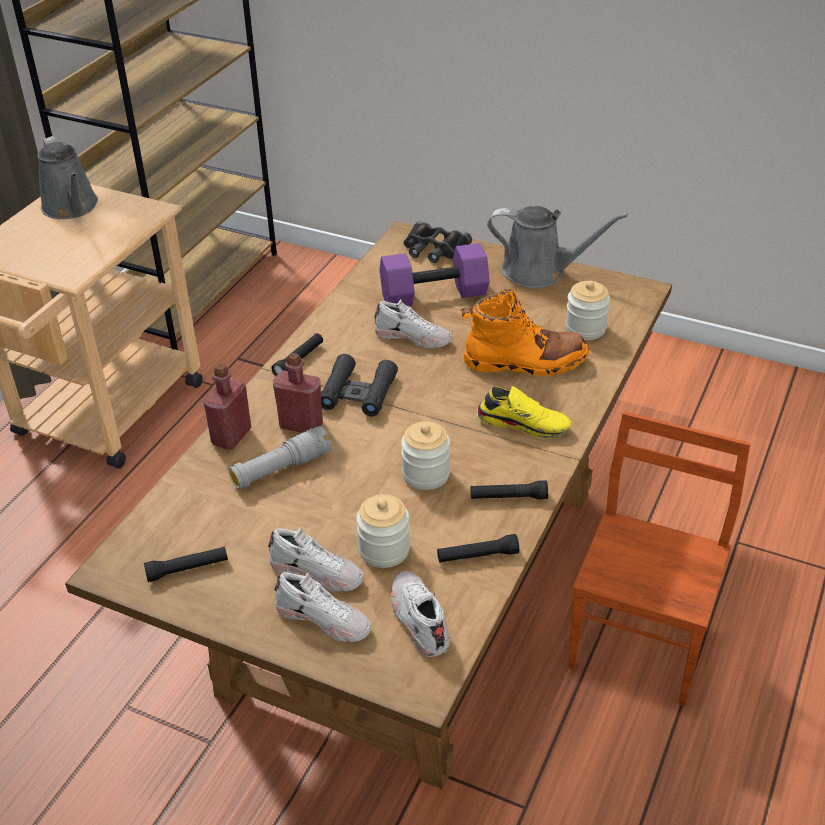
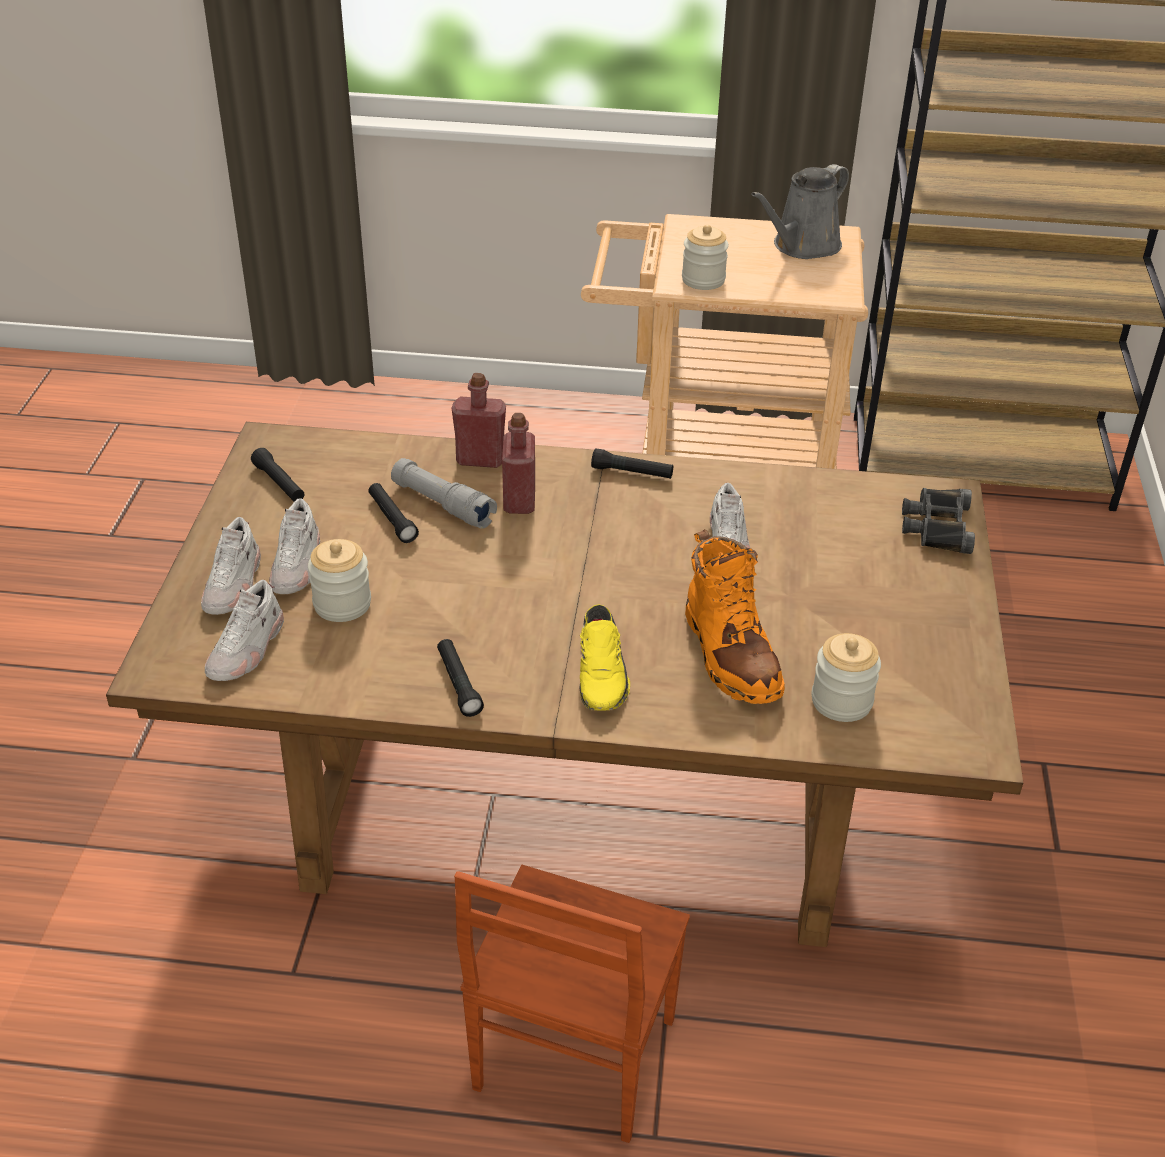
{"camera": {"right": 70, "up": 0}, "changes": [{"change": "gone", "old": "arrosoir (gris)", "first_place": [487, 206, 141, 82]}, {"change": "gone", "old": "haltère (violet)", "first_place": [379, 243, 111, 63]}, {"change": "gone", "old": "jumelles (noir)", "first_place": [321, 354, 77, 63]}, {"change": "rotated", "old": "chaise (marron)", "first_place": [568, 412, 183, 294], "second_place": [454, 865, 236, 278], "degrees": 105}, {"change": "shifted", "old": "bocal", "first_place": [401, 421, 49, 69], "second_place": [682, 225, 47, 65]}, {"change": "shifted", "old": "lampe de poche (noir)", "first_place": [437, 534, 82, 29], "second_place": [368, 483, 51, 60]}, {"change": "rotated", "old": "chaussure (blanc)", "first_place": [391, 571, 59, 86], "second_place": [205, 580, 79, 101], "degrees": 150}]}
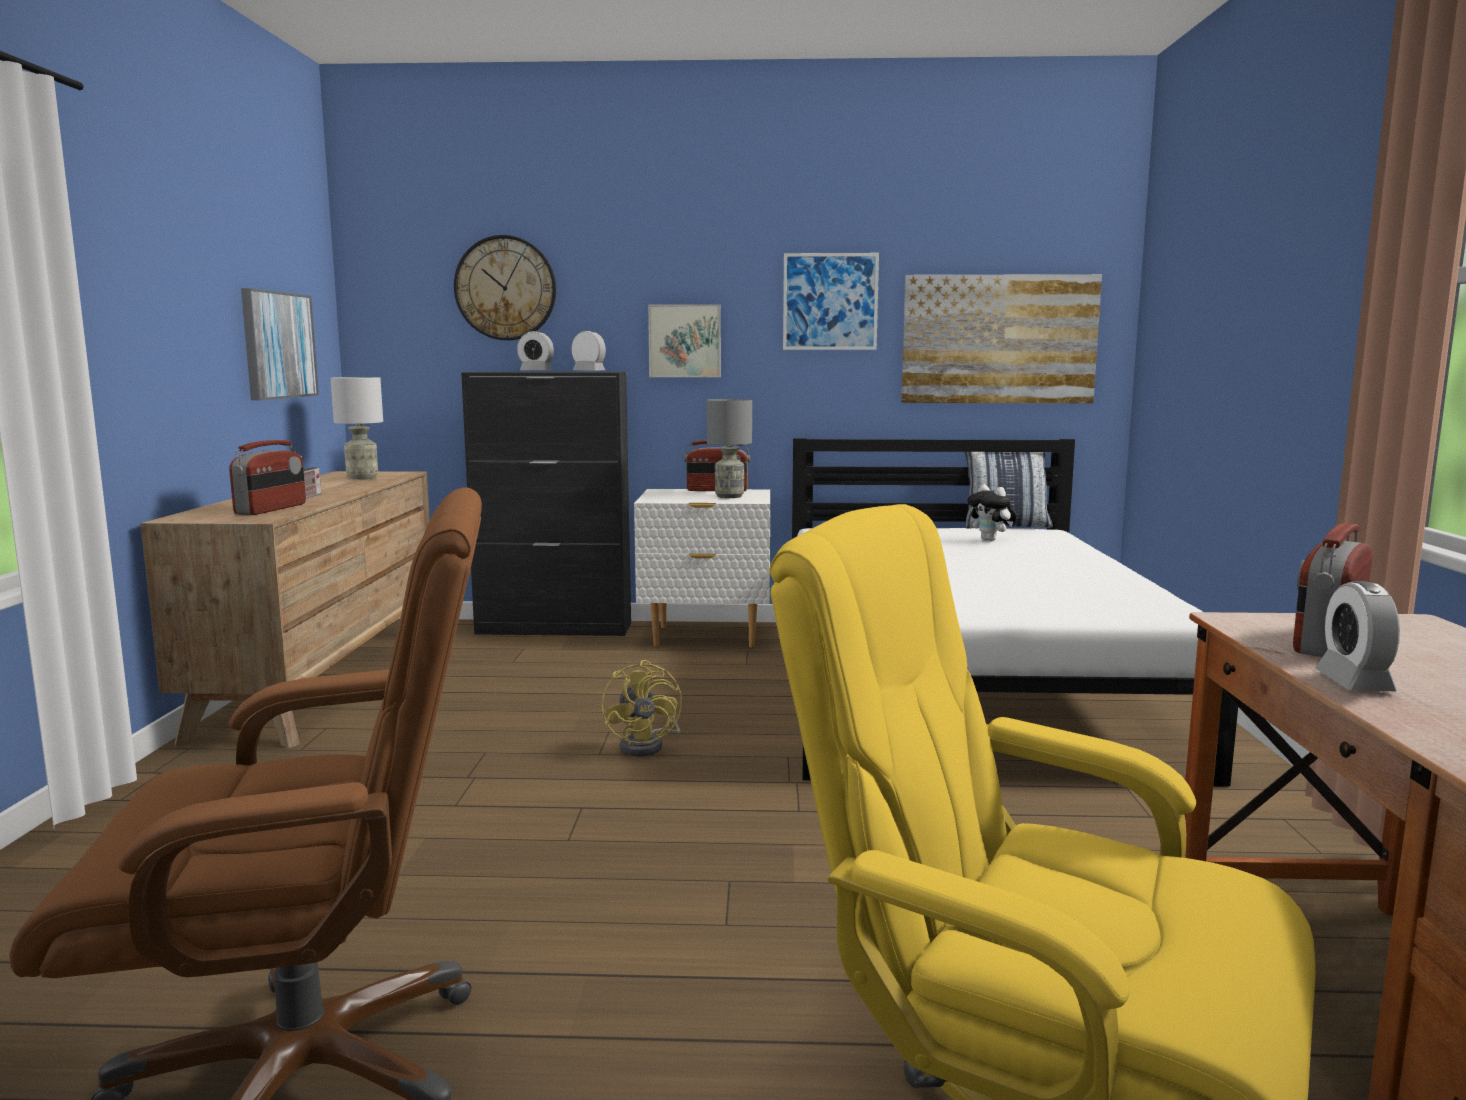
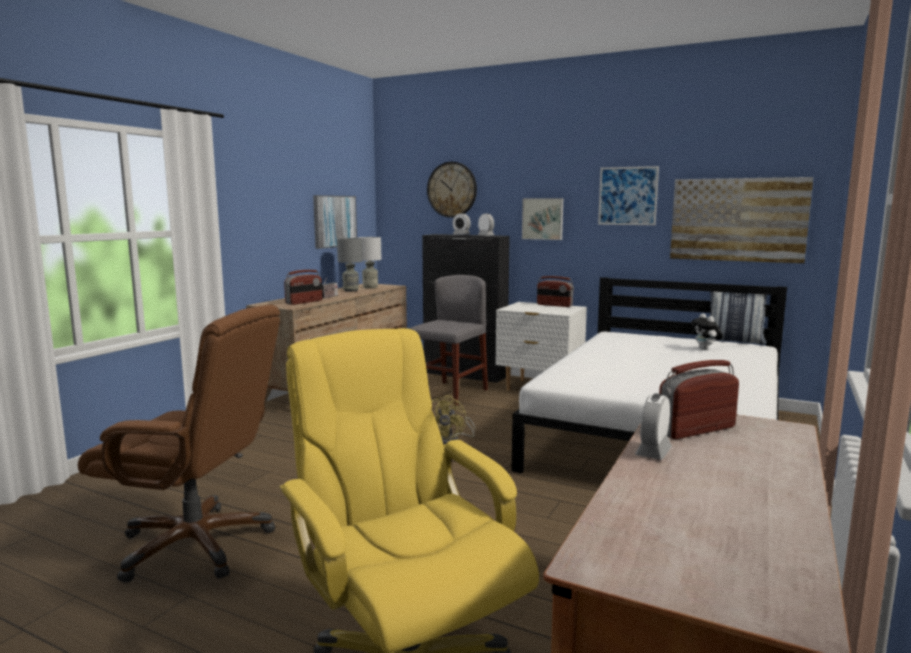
{"camera": {"right": 25, "up": 0}, "changes": [{"change": "shifted", "old": "lampe de table (gris)", "first_place": [707, 399, 45, 99], "second_place": [337, 238, 25, 54]}, {"change": "new", "new": "chaise (gris)", "second_place": [409, 275, 79, 131]}]}
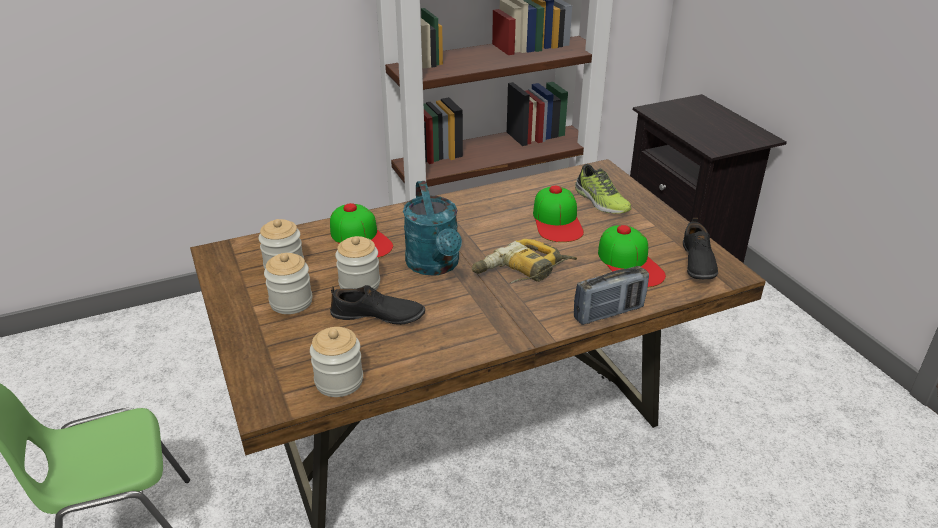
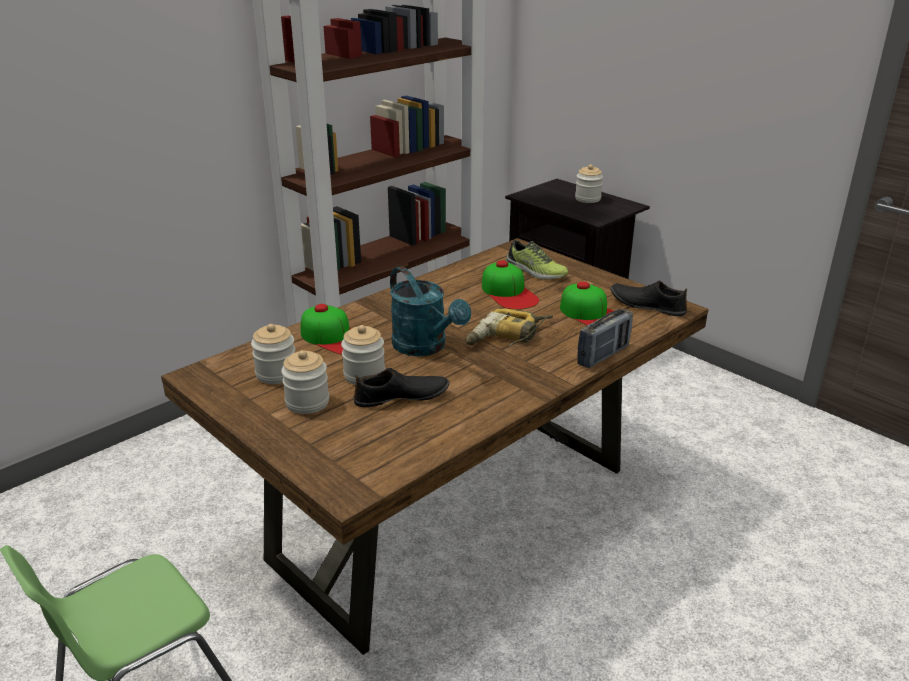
{"camera": {"right": -20, "up": -5}, "changes": [{"change": "rotated", "old": "chaussure (noir)", "first_place": [683, 218, 35, 61], "second_place": [611, 281, 76, 35], "degrees": 135}, {"change": "shifted", "old": "bocal", "first_place": [310, 327, 53, 70], "second_place": [575, 164, 28, 39]}]}
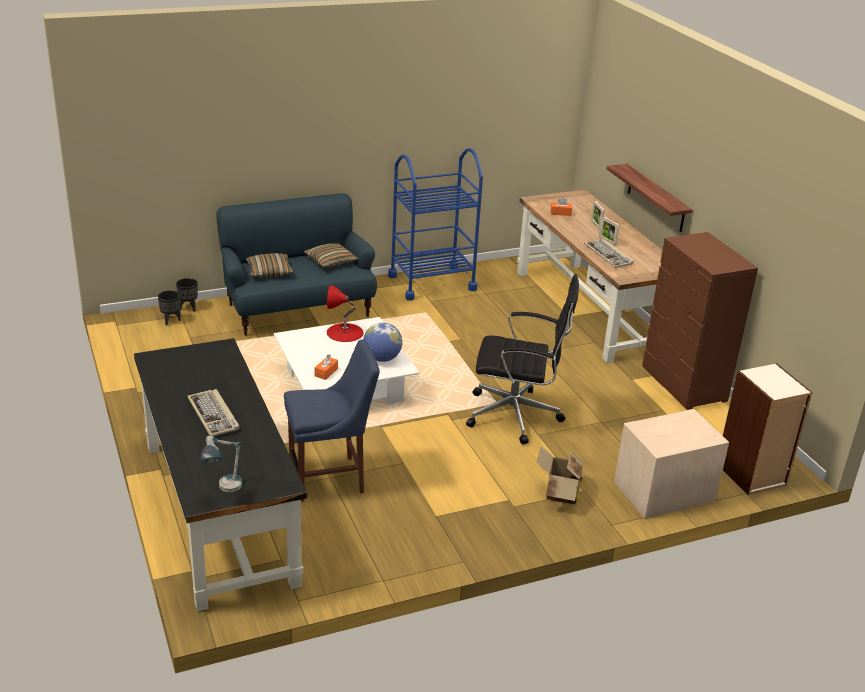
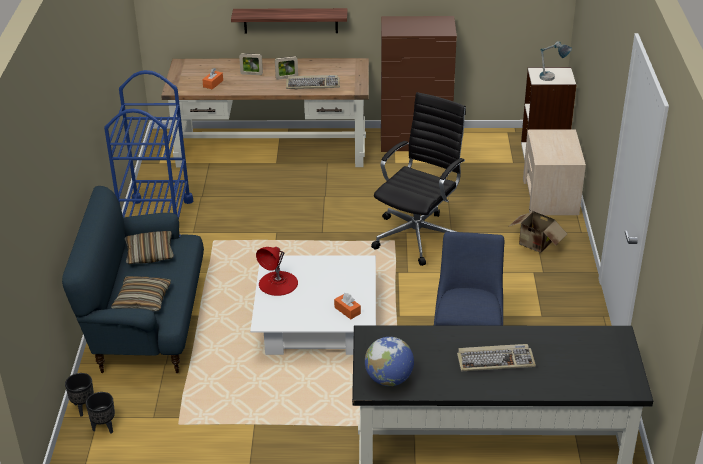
{"camera": {"right": -65, "up": 5}, "changes": [{"change": "shifted", "old": "globe", "first_place": [363, 322, 40, 40], "second_place": [365, 337, 49, 49]}, {"change": "shifted", "old": "lampe de table", "first_place": [200, 436, 42, 56], "second_place": [539, 41, 33, 40]}]}
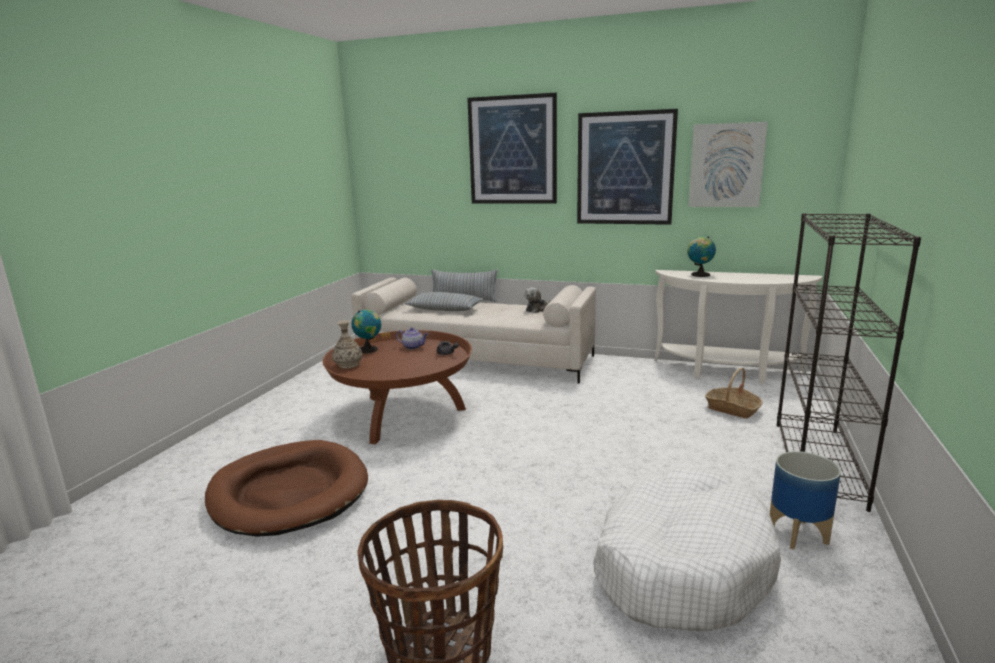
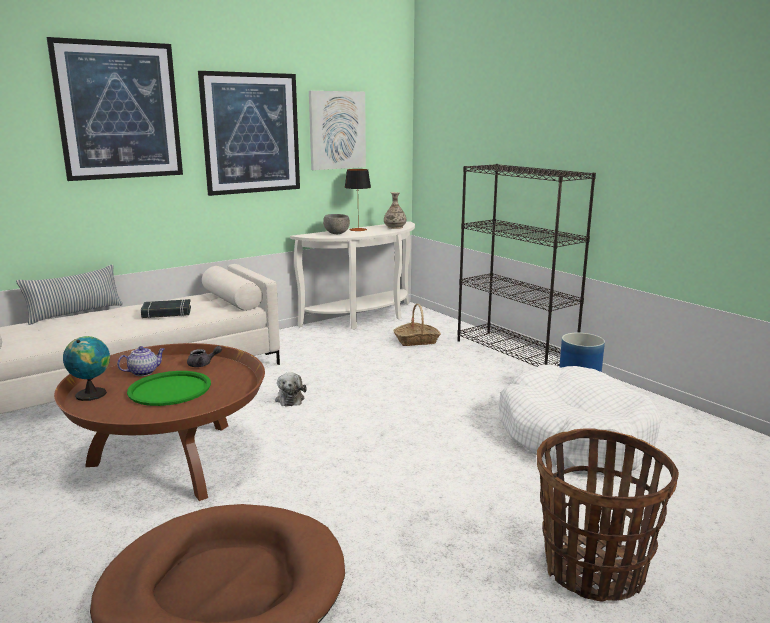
{"camera": {"right": -55, "up": 0}, "changes": [{"change": "swapped", "old": "globe", "new": "bol (gris)", "first_place": [687, 236, 29, 41], "second_place": [323, 214, 27, 20]}, {"change": "shifted", "old": "peluche", "first_place": [525, 287, 26, 26], "second_place": [275, 372, 32, 35]}, {"change": "gone", "old": "coussin", "first_place": [405, 292, 78, 19]}, {"change": "shifted", "old": "vase", "first_place": [332, 320, 31, 48], "second_place": [384, 192, 23, 37]}, {"change": "new", "new": "lampe de table", "second_place": [345, 169, 26, 62]}, {"change": "new", "new": "livre (noir)", "second_place": [141, 299, 50, 19]}, {"change": "new", "new": "plateau (vert)", "second_place": [127, 371, 84, 35]}]}
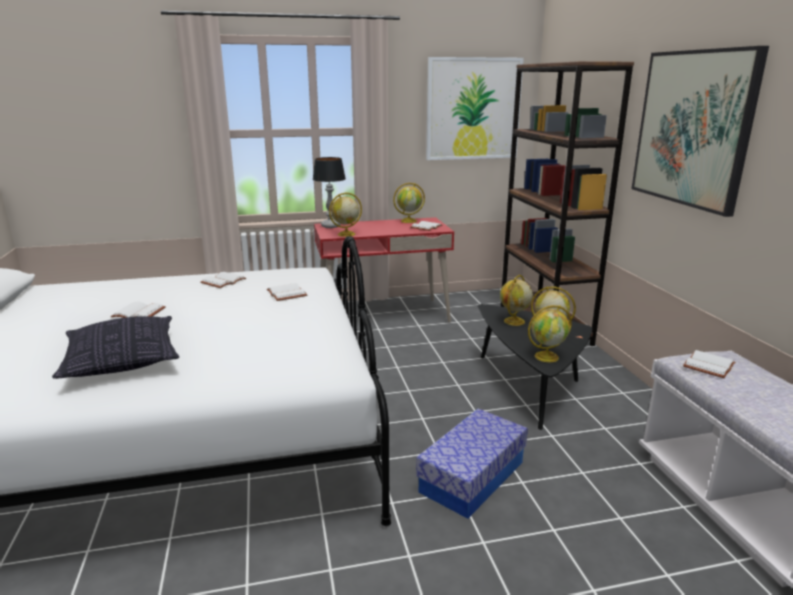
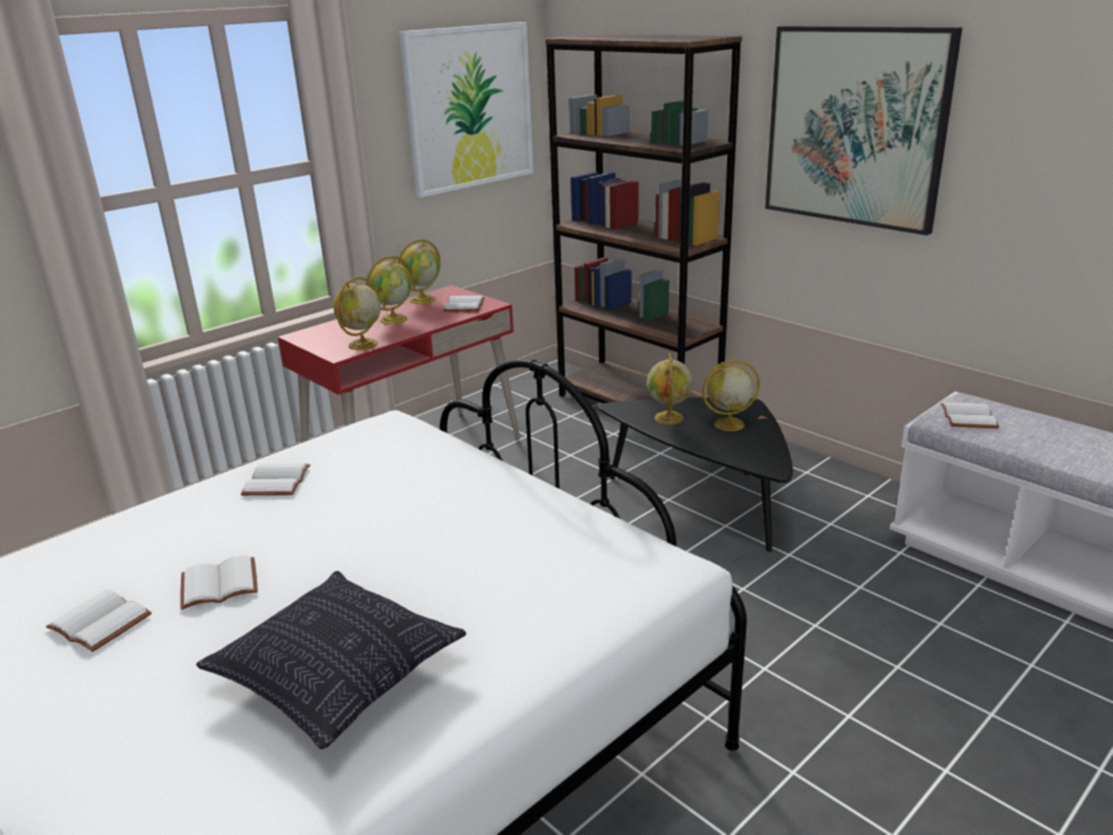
{"camera": {"right": -30, "up": 5}, "changes": [{"change": "gone", "old": "lampe de table", "first_place": [313, 157, 33, 71]}, {"change": "shifted", "old": "livre (blanc)", "first_place": [267, 283, 40, 18], "second_place": [46, 589, 106, 63]}, {"change": "shifted", "old": "globe", "first_place": [528, 305, 44, 57], "second_place": [366, 255, 46, 69]}, {"change": "gone", "old": "boîte de rangement", "first_place": [416, 409, 112, 110]}]}
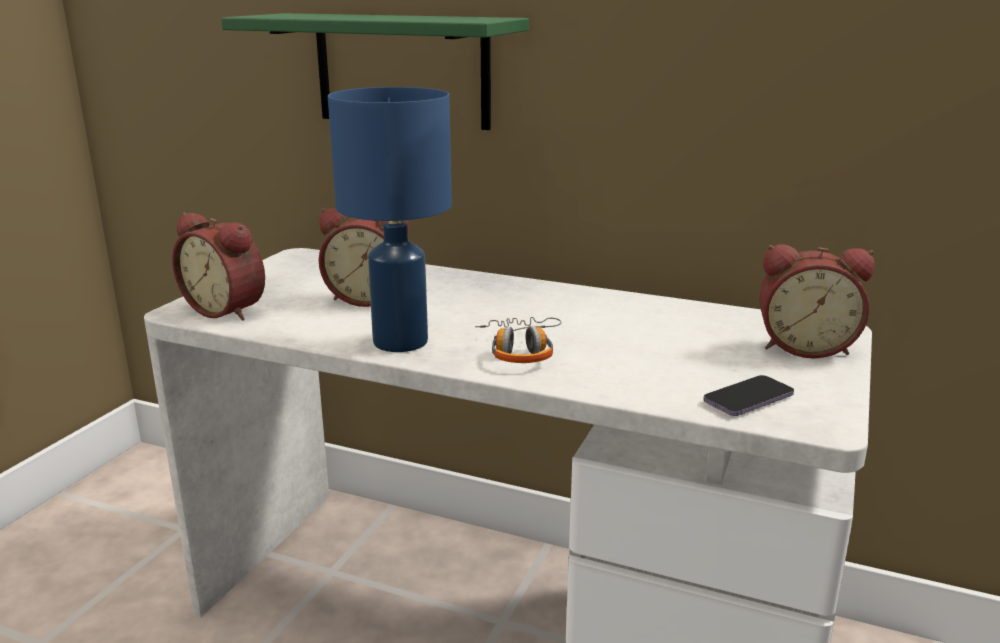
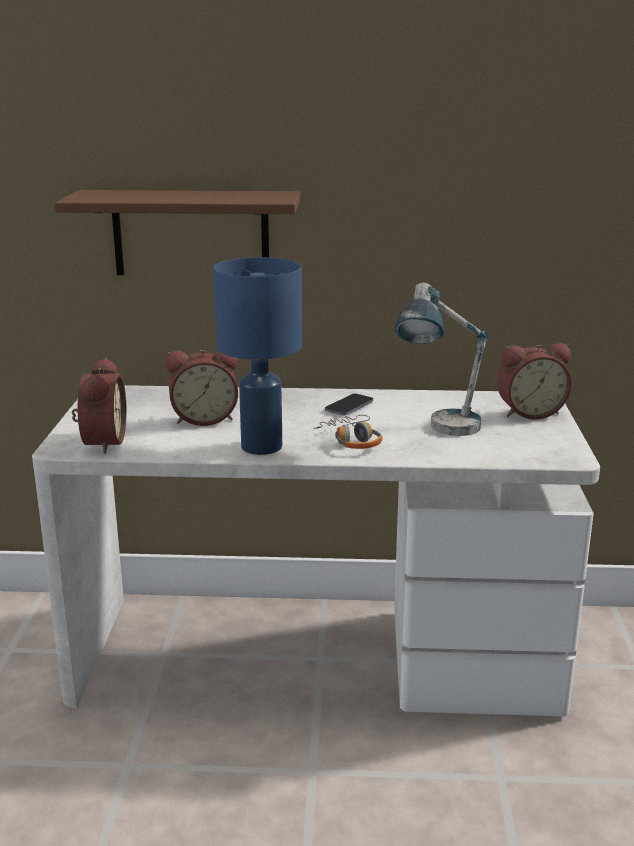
{"camera": {"right": -20, "up": 0}, "changes": [{"change": "repainted", "old": "étagère (vert)", "new": "étagère (marron)", "first_place": [221, 13, 308, 117], "second_place": [54, 190, 246, 85]}, {"change": "rotated", "old": "réveil", "first_place": [172, 212, 93, 109], "second_place": [72, 358, 54, 96], "degrees": -105}, {"change": "shifted", "old": "téléphone", "first_place": [703, 375, 91, 41], "second_place": [325, 394, 48, 22]}, {"change": "new", "new": "lampe de table", "second_place": [395, 283, 94, 153]}]}
